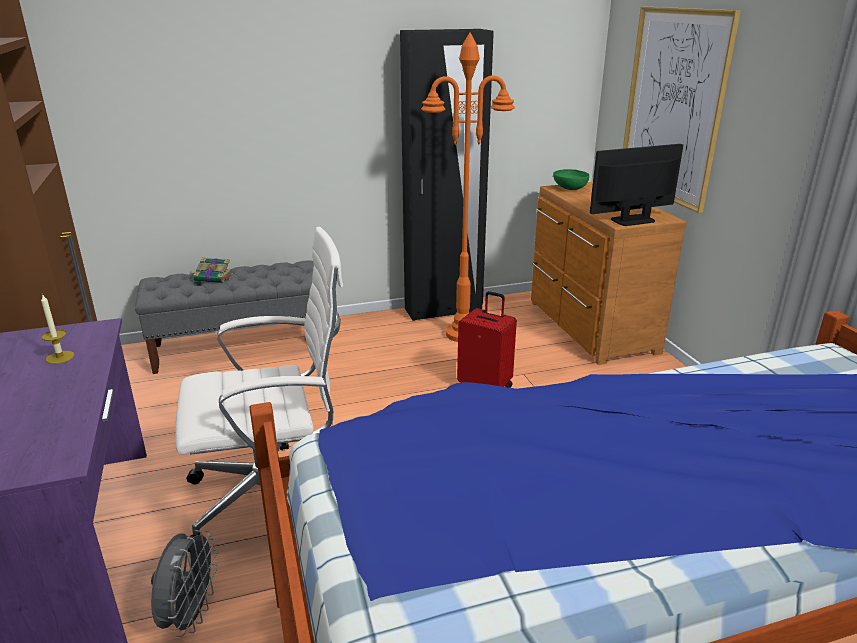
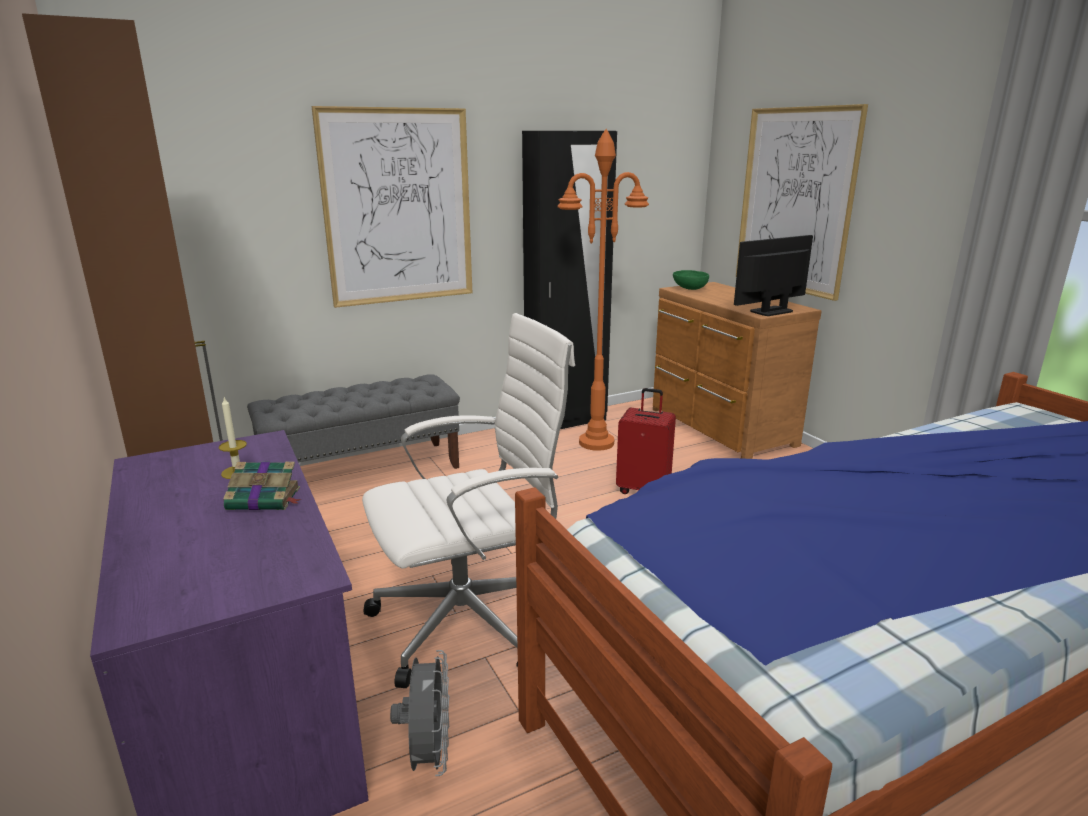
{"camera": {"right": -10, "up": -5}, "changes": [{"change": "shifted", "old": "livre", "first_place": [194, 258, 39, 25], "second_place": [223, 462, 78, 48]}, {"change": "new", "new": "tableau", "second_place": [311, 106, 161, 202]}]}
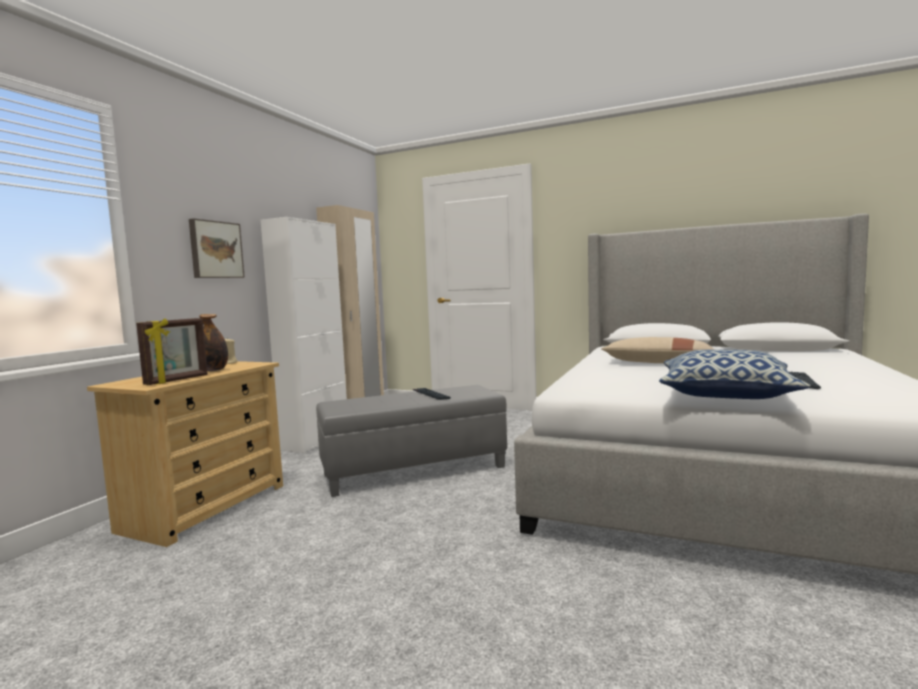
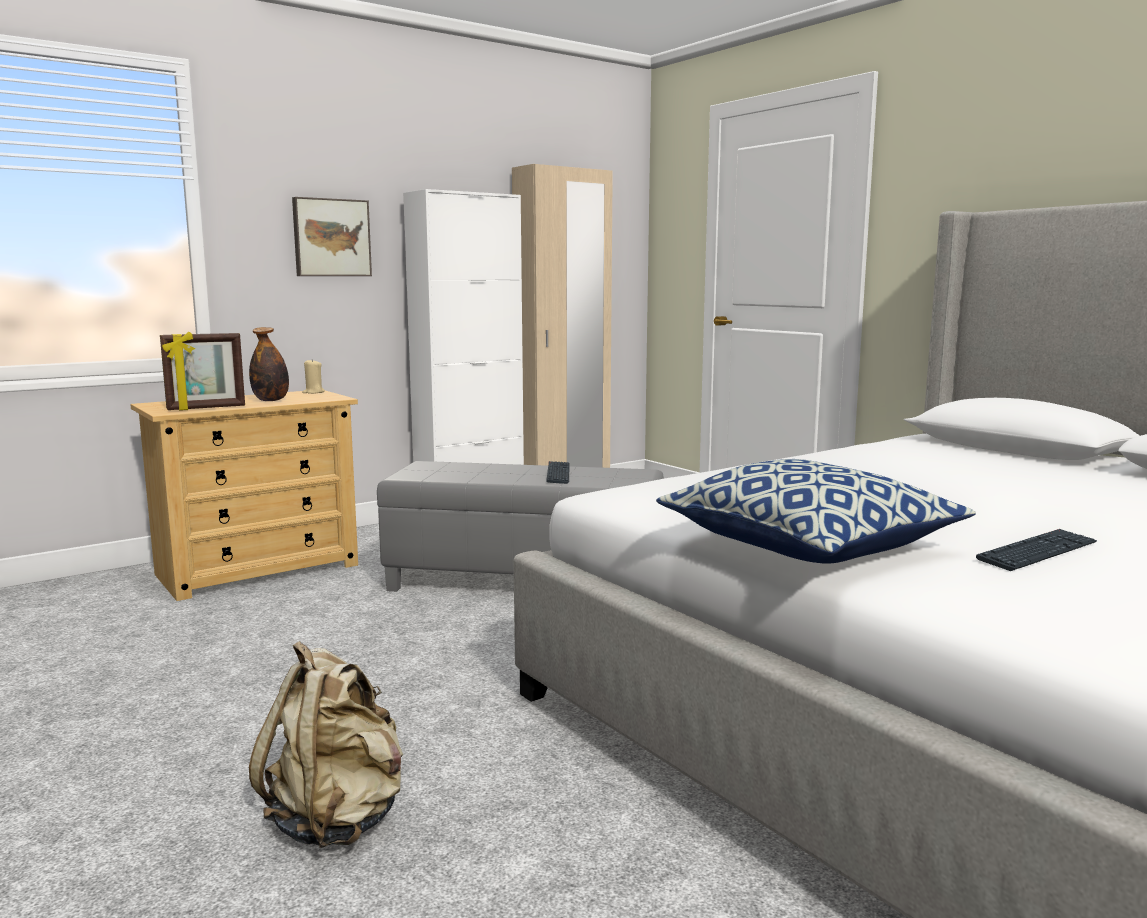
{"camera": {"right": 30, "up": 5}, "changes": [{"change": "gone", "old": "coussin (beige)", "first_place": [601, 337, 115, 26]}, {"change": "new", "new": "sac à dos (beige)", "second_place": [249, 641, 154, 207]}]}
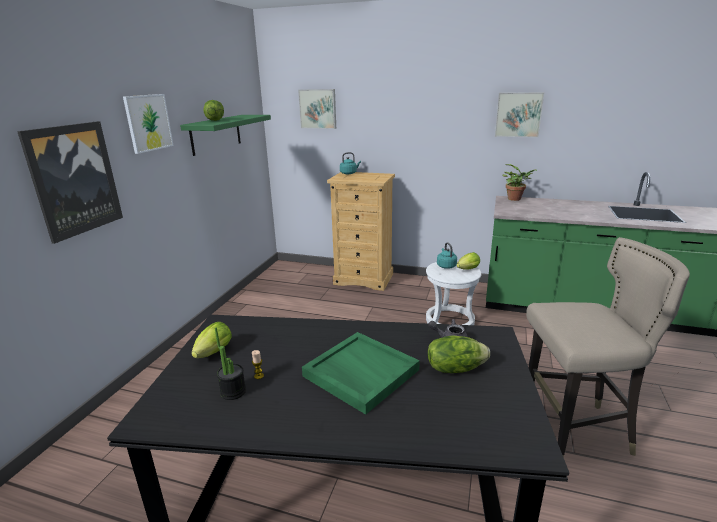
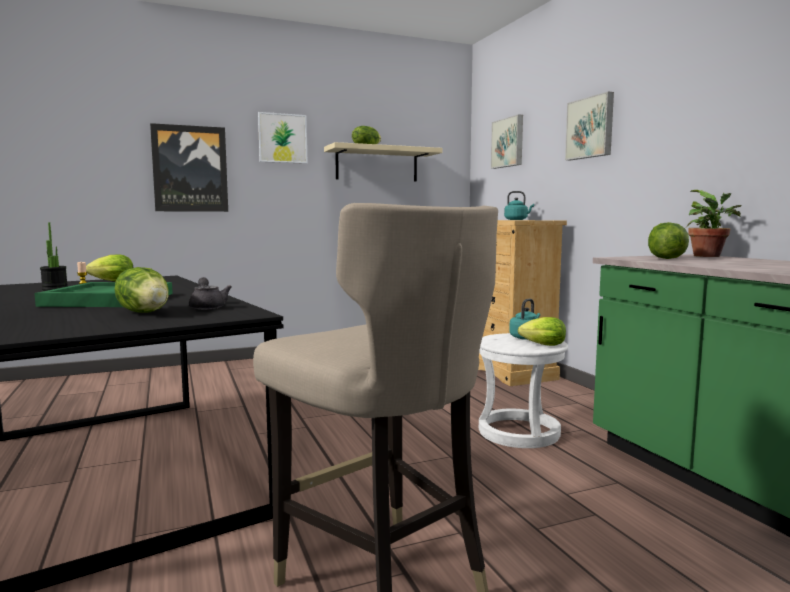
{"camera": {"right": 50, "up": -15}, "changes": [{"change": "shifted", "old": "tableau", "first_place": [495, 92, 49, 45], "second_place": [565, 91, 49, 69]}, {"change": "repainted", "old": "étagère (vert)", "new": "étagère (beige)", "first_place": [180, 115, 91, 41], "second_place": [324, 142, 118, 39]}, {"change": "new", "new": "laitue", "second_place": [648, 222, 41, 37]}]}
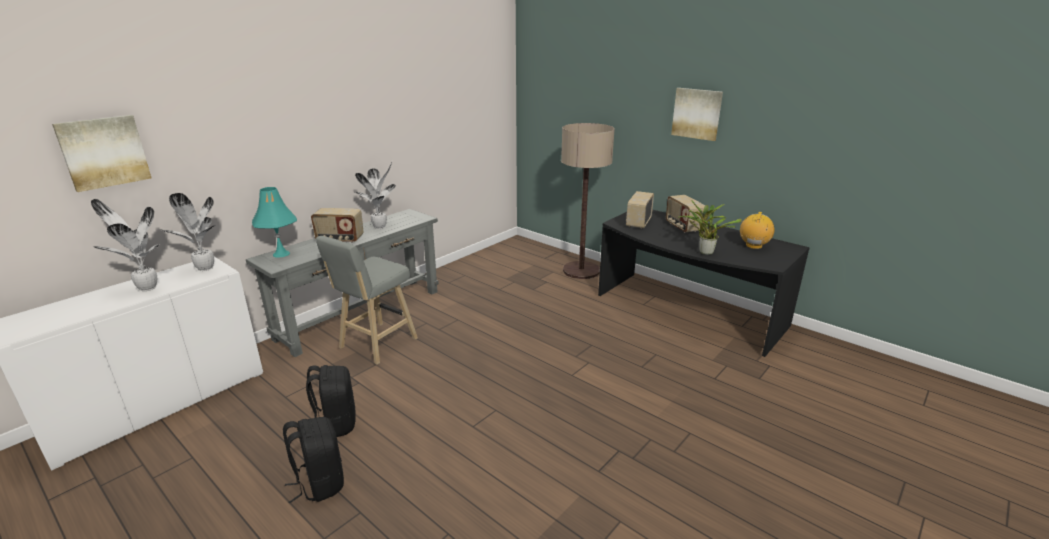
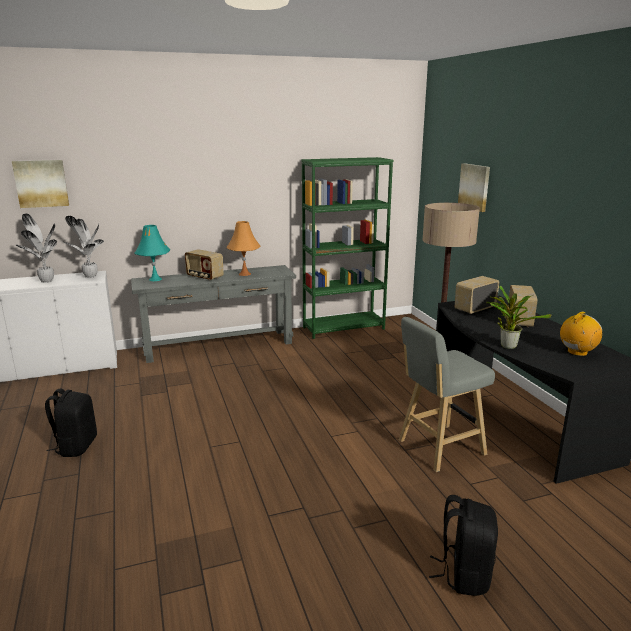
{"camera": {"right": 30, "up": -5}, "changes": [{"change": "shifted", "old": "tableau", "first_place": [671, 88, 52, 53], "second_place": [458, 163, 32, 49]}, {"change": "swapped", "old": "plante en pot", "new": "lampe de table (orange)", "first_place": [355, 162, 41, 67], "second_place": [226, 221, 35, 55]}, {"change": "shifted", "old": "tabouret (gris)", "first_place": [316, 236, 102, 129], "second_place": [399, 317, 96, 155]}, {"change": "shifted", "old": "sac à dos (noir)", "first_place": [306, 365, 50, 72], "second_place": [429, 495, 69, 101]}, {"change": "new", "new": "bibliothèque (vert)", "second_place": [301, 157, 92, 182]}]}
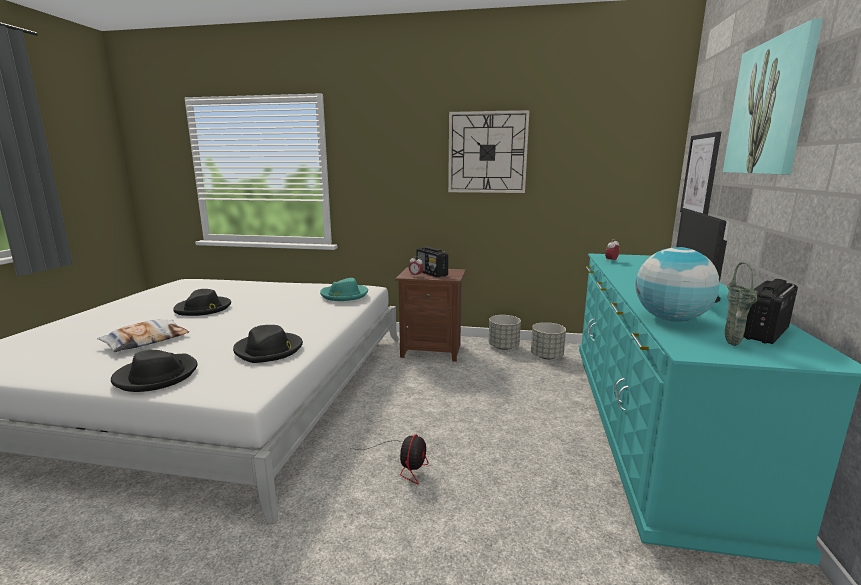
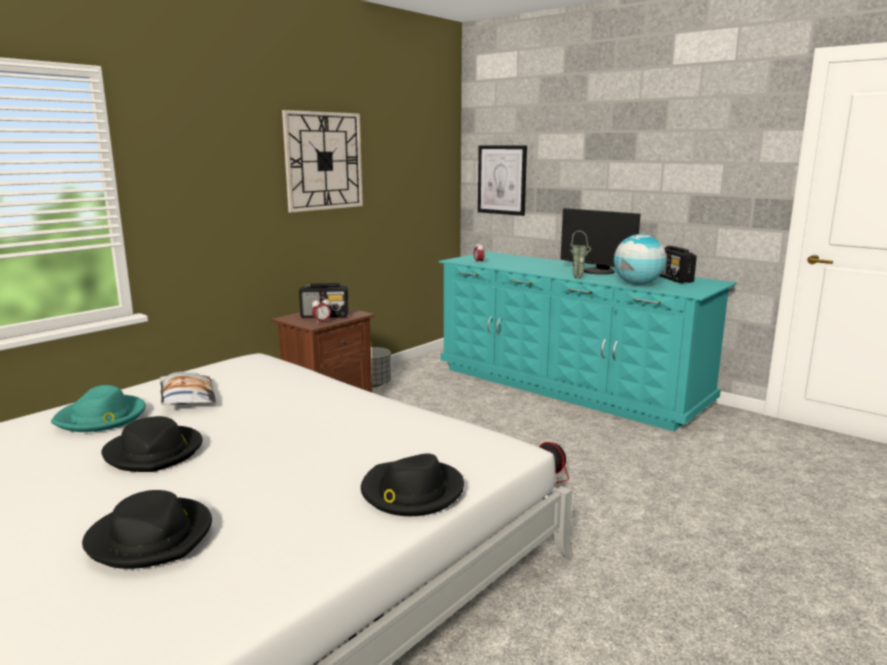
{"camera": {"right": -60, "up": 0}, "changes": [{"change": "gone", "old": "tableau", "first_place": [723, 18, 100, 156]}, {"change": "shifted", "old": "vase (vert)", "first_place": [725, 262, 33, 84], "second_place": [570, 231, 21, 48]}, {"change": "shifted", "old": "chapeau (turquoise)", "first_place": [320, 278, 48, 23], "second_place": [51, 385, 95, 47]}, {"change": "shifted", "old": "coussin", "first_place": [97, 319, 92, 33], "second_place": [160, 372, 56, 33]}, {"change": "gone", "old": "cache-pot (gris)", "first_place": [531, 322, 35, 37]}, {"change": "shifted", "old": "chapeau (noir)", "first_place": [233, 325, 70, 38], "second_place": [82, 490, 130, 79]}]}
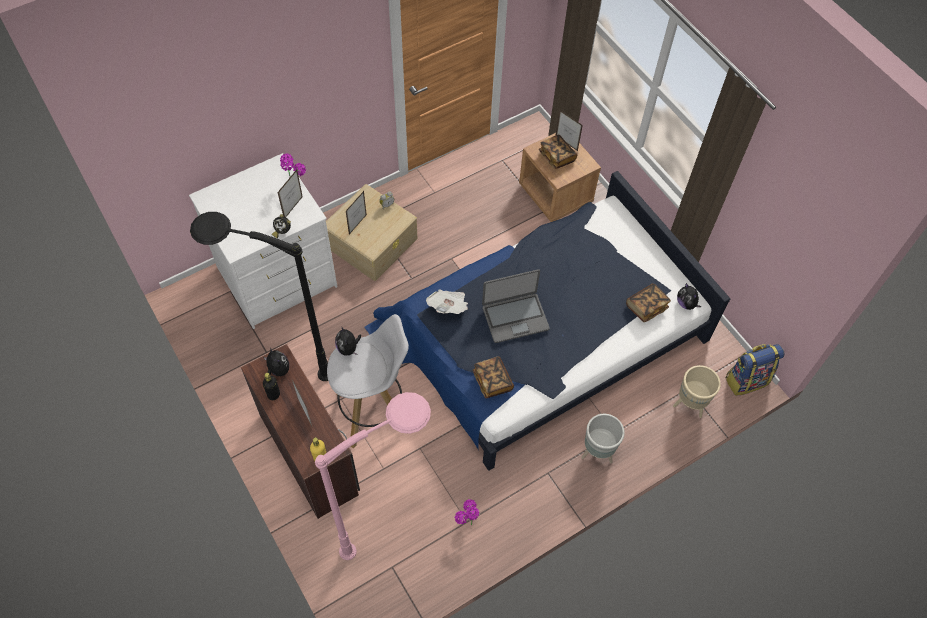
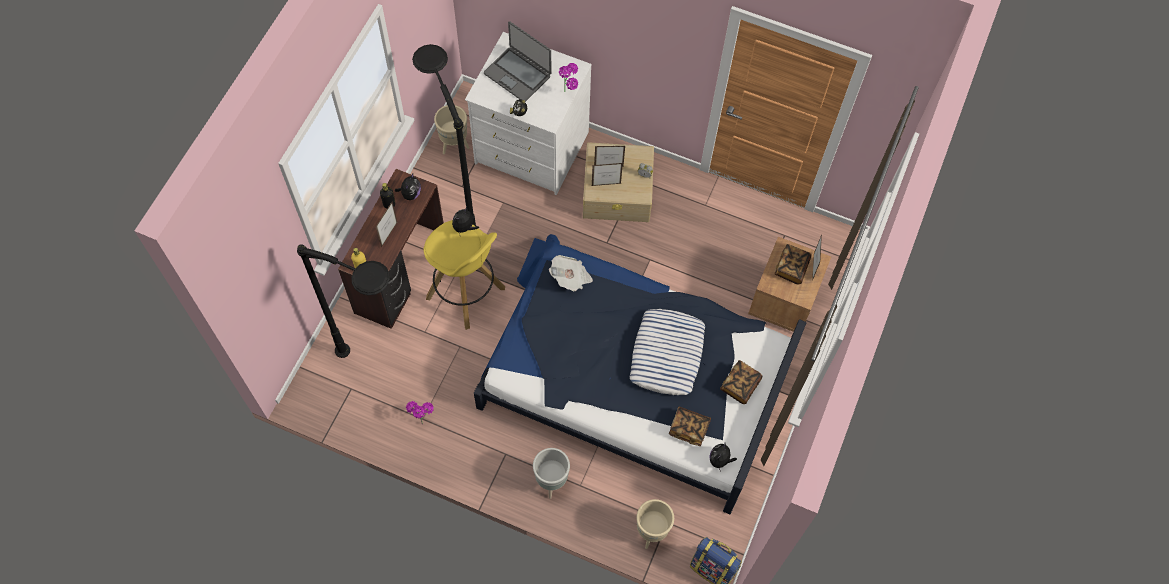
{"camera": {"right": 55, "up": 5}, "changes": [{"change": "shifted", "old": "cadre photo", "first_place": [278, 169, 25, 48], "second_place": [592, 163, 31, 23]}, {"change": "shifted", "old": "ordinateur portable", "first_place": [482, 269, 68, 74], "second_place": [484, 21, 67, 81]}, {"change": "repainted", "old": "tabouret (blanc)", "new": "tabouret (jaune)", "first_place": [327, 314, 82, 134], "second_place": [424, 220, 81, 110]}, {"change": "shifted", "old": "livre", "first_place": [473, 357, 41, 41], "second_place": [720, 360, 42, 44]}, {"change": "repainted", "old": "lampadaire (rose)", "new": "lampadaire (noir)", "first_place": [315, 392, 116, 168], "second_place": [297, 244, 93, 114]}, {"change": "new", "new": "cache-pot (beige)", "second_place": [434, 105, 35, 49]}, {"change": "new", "new": "coussin", "second_place": [629, 309, 76, 86]}]}
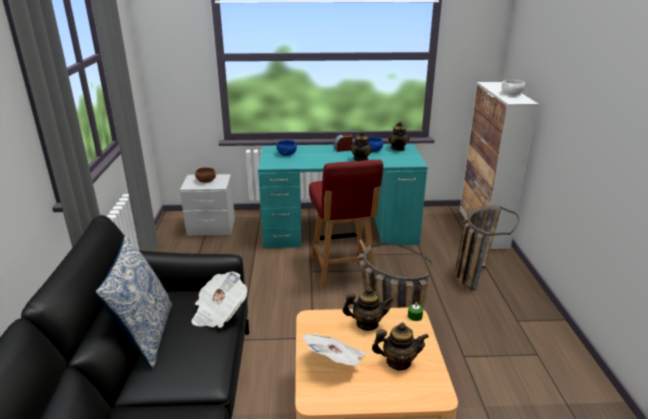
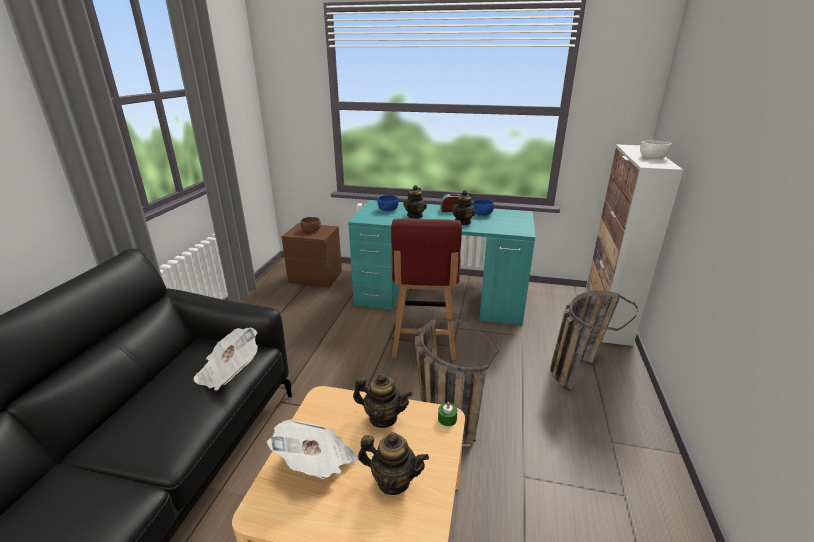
{"camera": {"right": 15, "up": 0}, "changes": [{"change": "shifted", "old": "théière", "first_place": [388, 122, 21, 29], "second_place": [403, 185, 24, 34]}, {"change": "repainted", "old": "table de chevet (gris)", "new": "table de chevet (marron)", "first_place": [180, 174, 55, 62], "second_place": [282, 223, 60, 64]}, {"change": "gone", "old": "coussin", "first_place": [95, 235, 77, 134]}]}
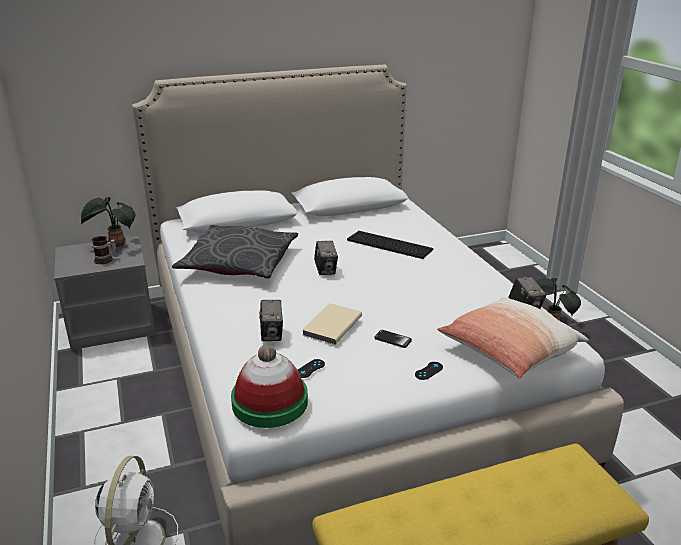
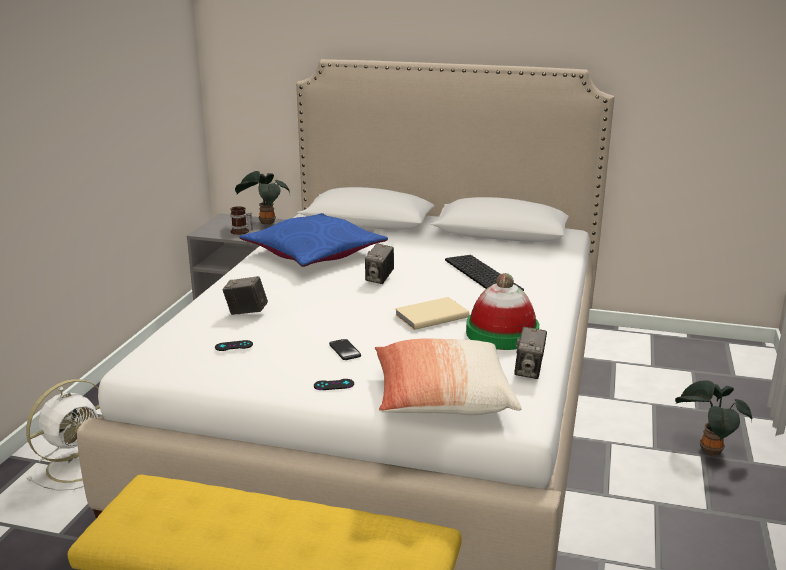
{"camera": {"right": 35, "up": -5}, "changes": [{"change": "repainted", "old": "coussin (gris)", "new": "coussin (bleu)", "first_place": [172, 225, 126, 54], "second_place": [239, 213, 149, 54]}, {"change": "rotated", "old": "appareil photo", "first_place": [259, 300, 24, 41], "second_place": [223, 276, 45, 39], "degrees": 75}, {"change": "shifted", "old": "livre (beige)", "first_place": [302, 303, 60, 42], "second_place": [395, 297, 74, 33]}, {"change": "shifted", "old": "chapeau", "first_place": [231, 345, 77, 83], "second_place": [466, 273, 73, 77]}]}
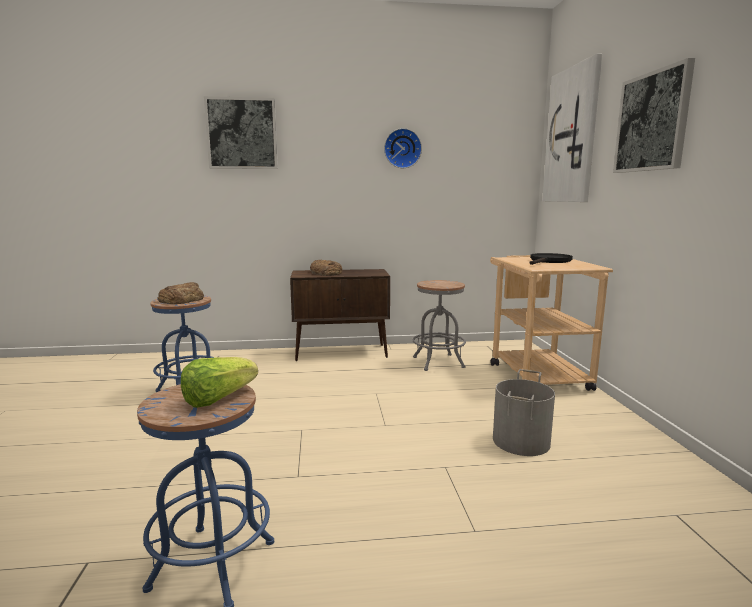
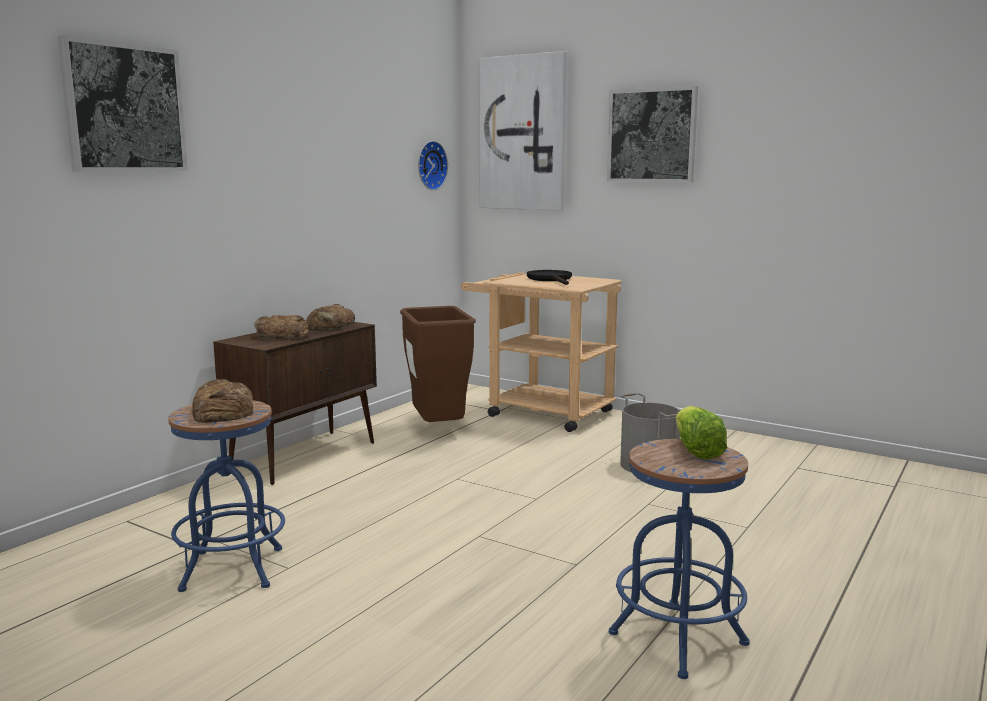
{"camera": {"right": -50, "up": 0}, "changes": [{"change": "shifted", "old": "horloge murale", "first_place": [384, 128, 38, 40], "second_place": [418, 141, 30, 49]}, {"change": "swapped", "old": "tabouret (gris)", "new": "poubelle (marron)", "first_place": [413, 280, 53, 91], "second_place": [400, 306, 76, 116]}, {"change": "new", "new": "pain", "second_place": [306, 304, 49, 26]}]}
